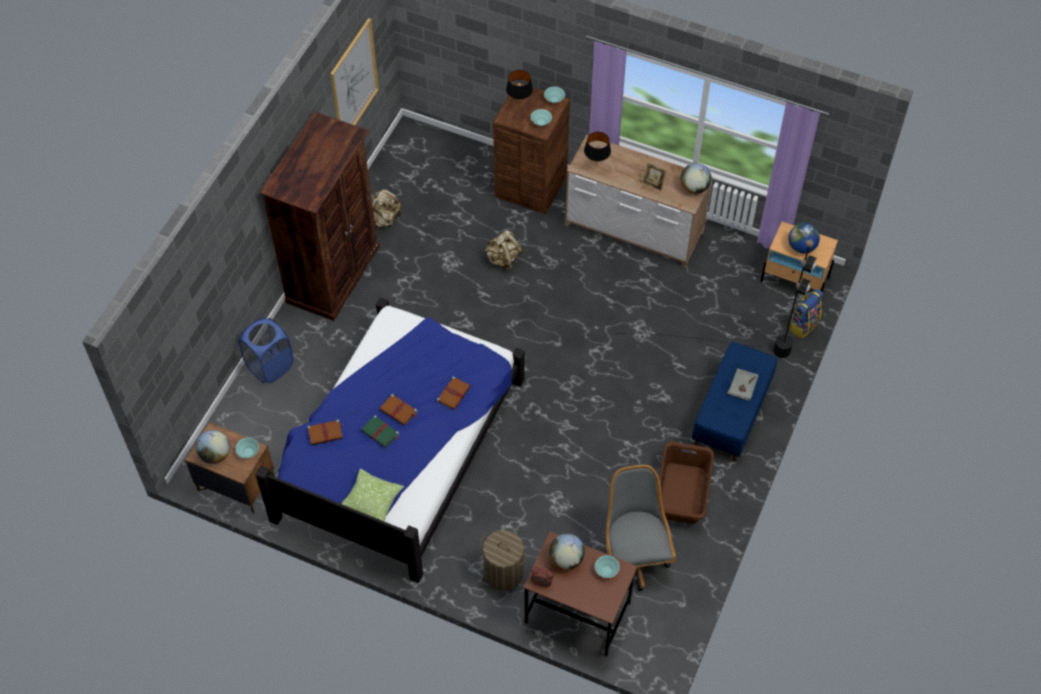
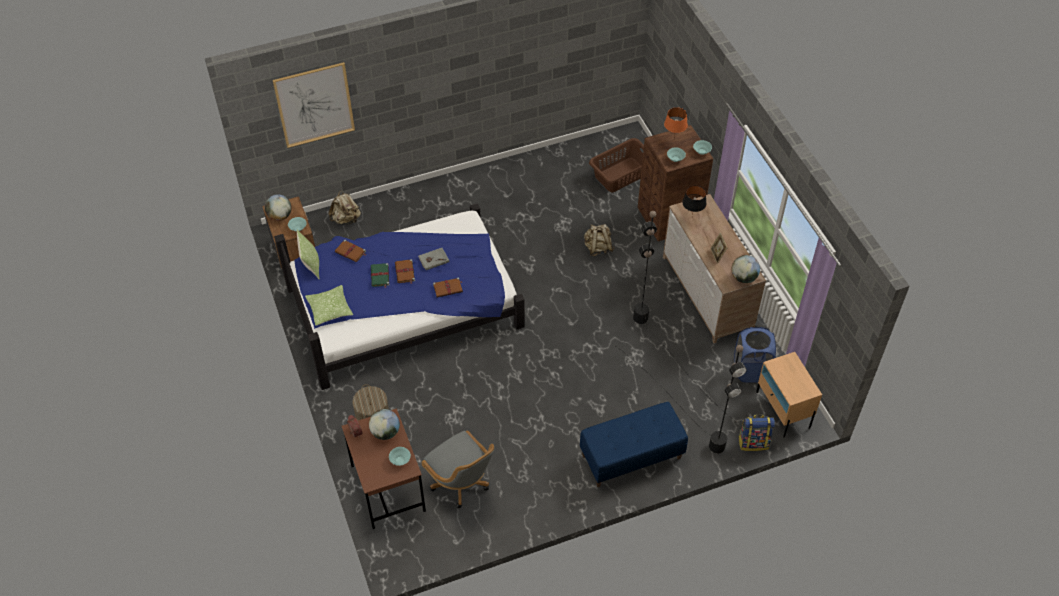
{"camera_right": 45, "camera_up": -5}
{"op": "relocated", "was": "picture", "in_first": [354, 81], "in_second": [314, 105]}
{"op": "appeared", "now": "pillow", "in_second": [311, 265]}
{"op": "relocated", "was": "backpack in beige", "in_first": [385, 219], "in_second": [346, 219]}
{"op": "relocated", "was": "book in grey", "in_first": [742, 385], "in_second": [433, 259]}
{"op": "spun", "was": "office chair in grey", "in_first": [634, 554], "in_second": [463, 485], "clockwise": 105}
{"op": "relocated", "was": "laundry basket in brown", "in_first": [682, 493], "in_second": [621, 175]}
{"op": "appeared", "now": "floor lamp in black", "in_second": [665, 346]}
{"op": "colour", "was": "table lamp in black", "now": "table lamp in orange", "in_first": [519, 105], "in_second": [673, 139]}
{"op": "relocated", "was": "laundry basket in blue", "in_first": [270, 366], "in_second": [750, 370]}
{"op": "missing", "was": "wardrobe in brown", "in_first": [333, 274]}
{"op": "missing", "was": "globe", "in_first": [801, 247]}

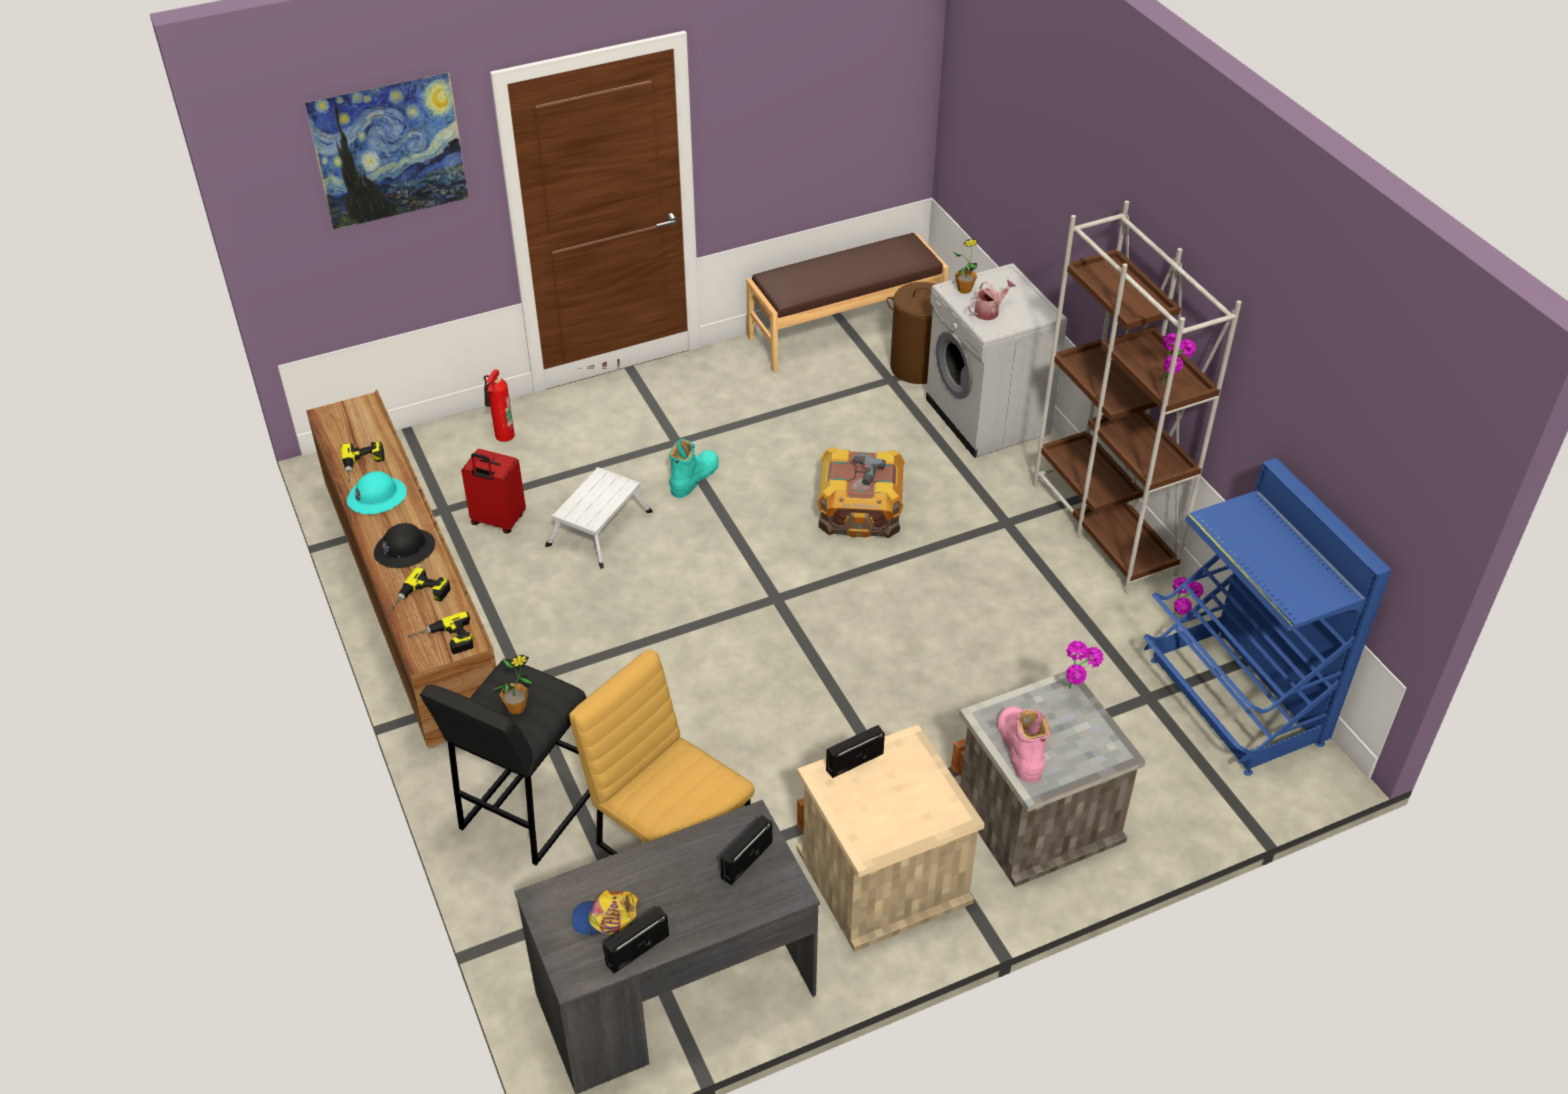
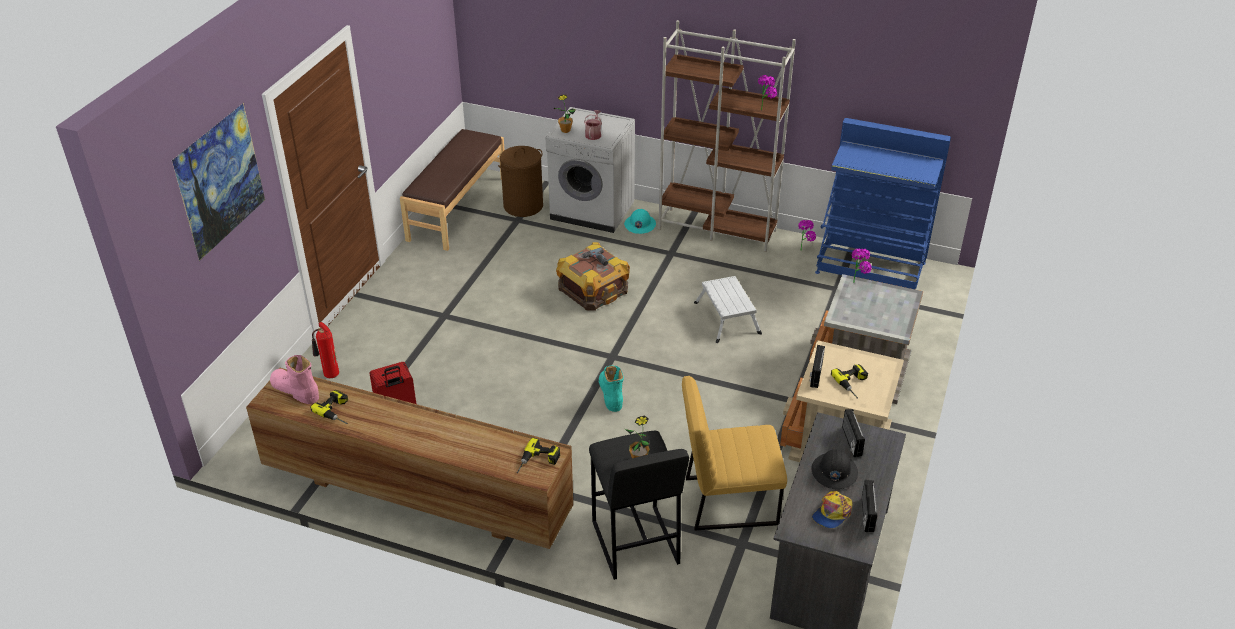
{"camera_right": -45, "camera_up": -5}
{"op": "relocated", "was": "boot in pink", "in_first": [1020, 749], "in_second": [295, 390]}
{"op": "relocated", "was": "boot in turquoise", "in_first": [694, 478], "in_second": [610, 394]}
{"op": "relocated", "was": "hard hat in turquoise", "in_first": [377, 497], "in_second": [639, 225]}
{"op": "relocated", "was": "step ladder in white", "in_first": [599, 528], "in_second": [727, 318]}
{"op": "relocated", "was": "hard hat in black", "in_first": [404, 549], "in_second": [834, 472]}
{"op": "relocated", "was": "power drill", "in_first": [420, 598], "in_second": [854, 384]}

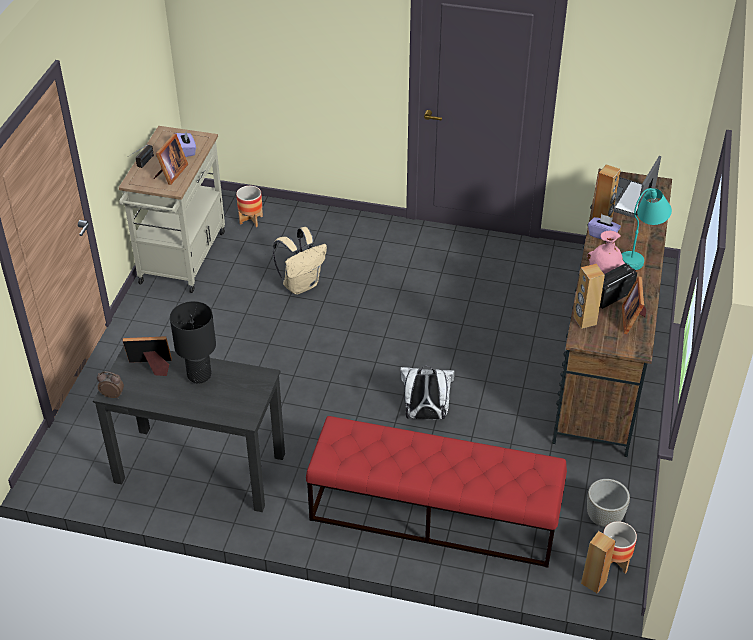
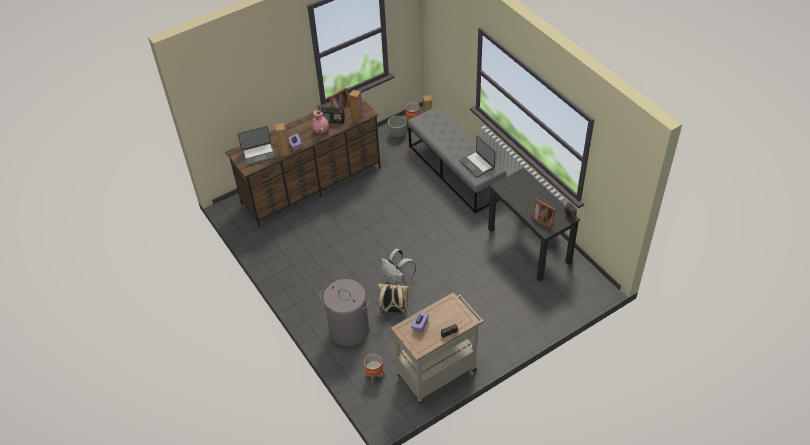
{"camera_right": -135, "camera_up": 5}
{"op": "appeared", "now": "laundry basket in grey", "in_second": [349, 330]}
{"op": "relocated", "was": "backpack in white", "in_first": [425, 415], "in_second": [398, 282]}
{"op": "colour", "was": "bench in red", "now": "bench in grey", "in_first": [433, 514], "in_second": [455, 171]}
{"op": "appeared", "now": "laptop", "in_second": [477, 164]}
{"op": "missing", "was": "picture frame", "in_first": [170, 174]}
{"op": "missing", "was": "table lamp in black", "in_first": [199, 377]}
{"op": "missing", "was": "table lamp in turquoise", "in_first": [641, 254]}

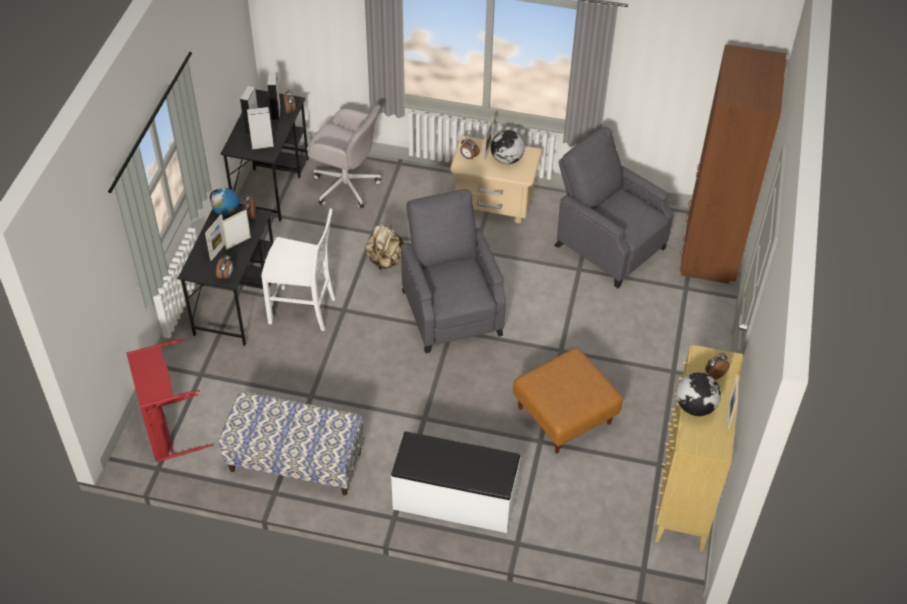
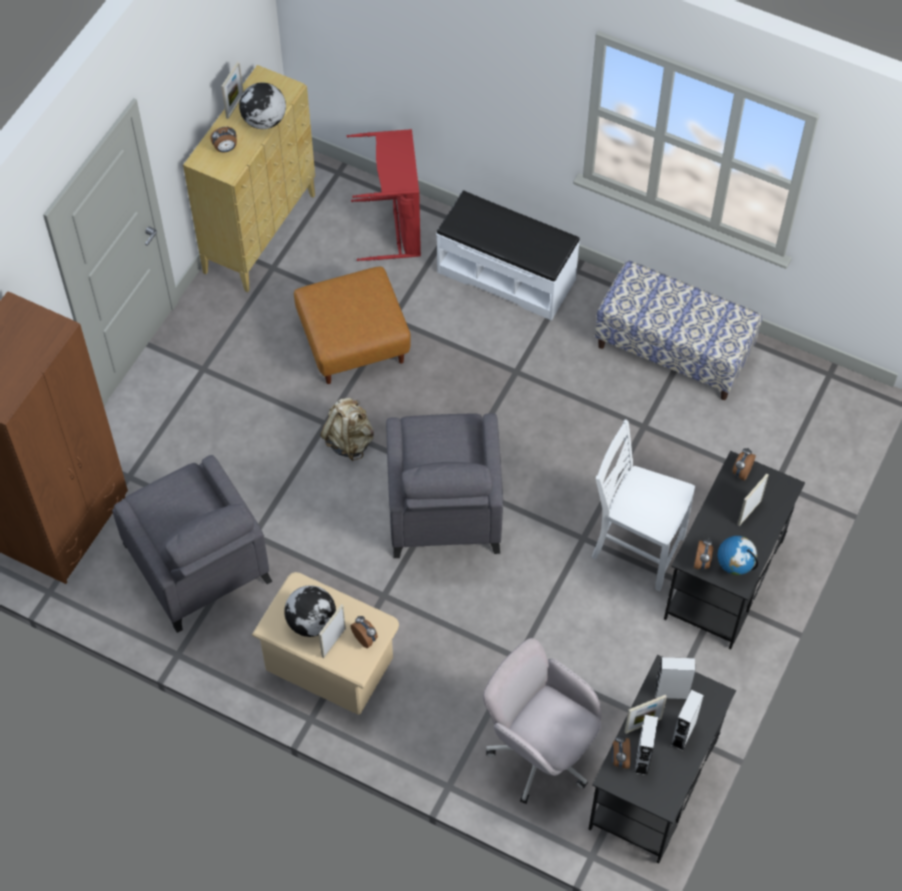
{"camera_right": -165, "camera_up": 10}
{"op": "relocated", "was": "backpack in beige", "in_first": [385, 261], "in_second": [349, 440]}
{"op": "relocated", "was": "laundry basket in red", "in_first": [168, 430], "in_second": [396, 228]}
{"op": "relocated", "was": "picture frame", "in_first": [238, 243], "in_second": [643, 725]}

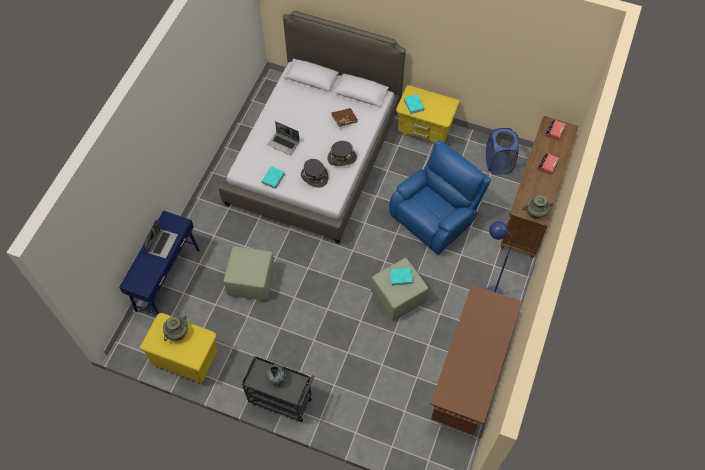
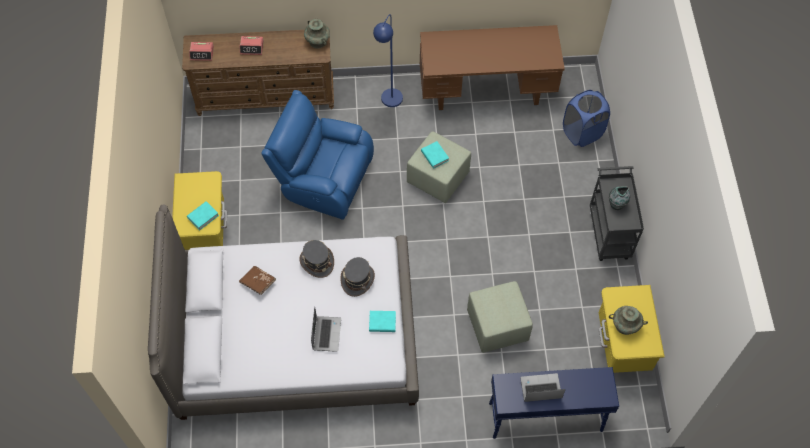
{"camera_right": -115, "camera_up": 0}
{"op": "relocated", "was": "laundry basket in blue", "in_first": [498, 163], "in_second": [582, 133]}

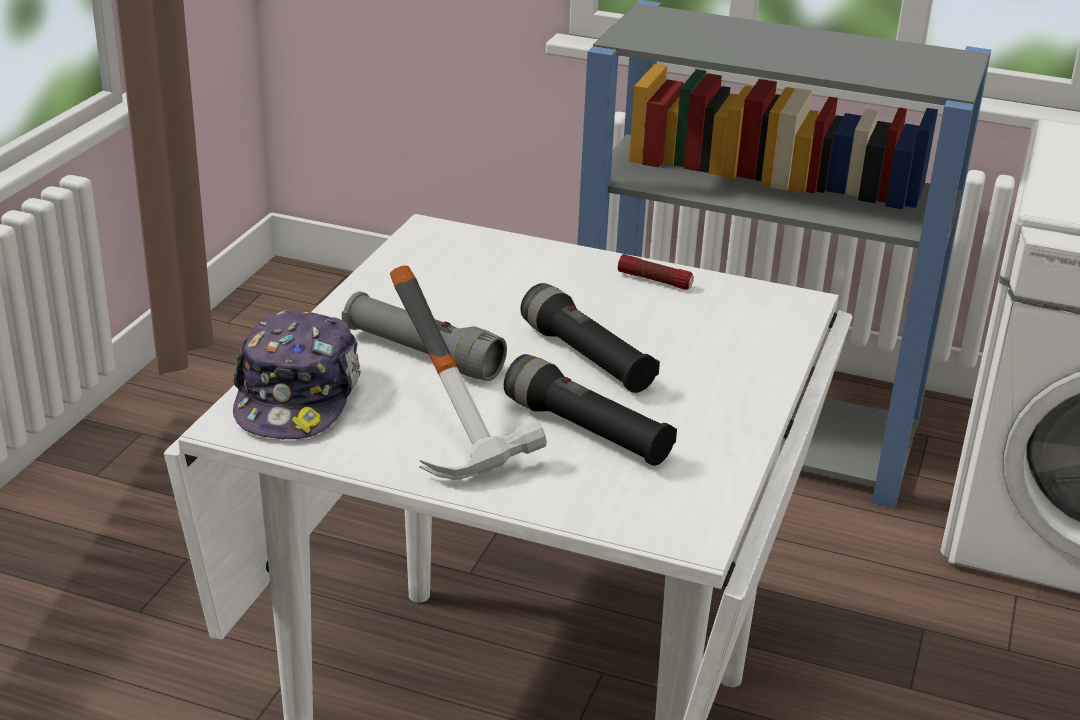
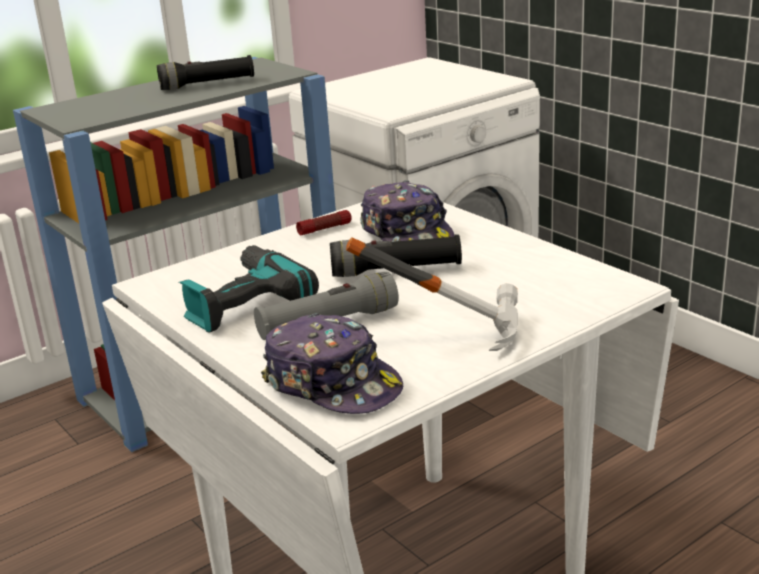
{"camera_right": -55, "camera_up": -5}
{"op": "relocated", "was": "flashlight in black", "in_first": [586, 431], "in_second": [207, 84]}
{"op": "appeared", "now": "power drill", "in_second": [242, 302]}
{"op": "appeared", "now": "cap", "in_second": [407, 234]}

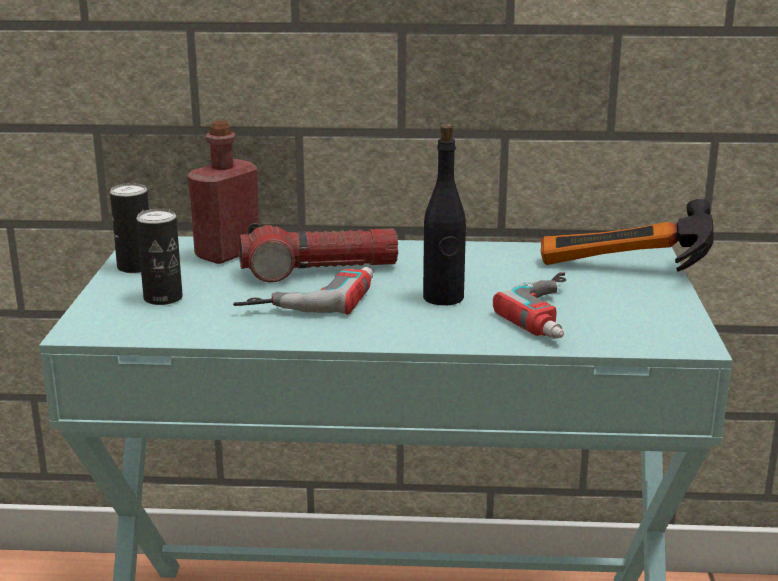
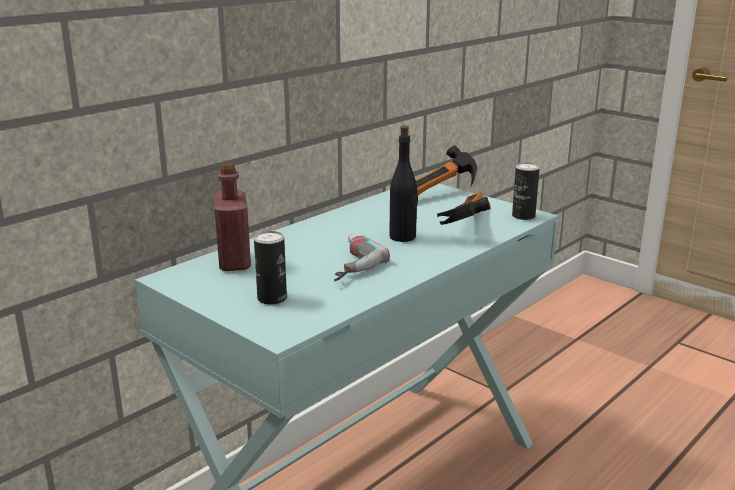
{"camera_right": -50, "camera_up": 0}
{"op": "exchanged", "was": "power drill", "now": "hammer", "in_first": [558, 314], "in_second": [463, 224]}
{"op": "relocated", "was": "can", "in_first": [135, 267], "in_second": [523, 216]}
{"op": "missing", "was": "flashlight", "in_first": [319, 271]}

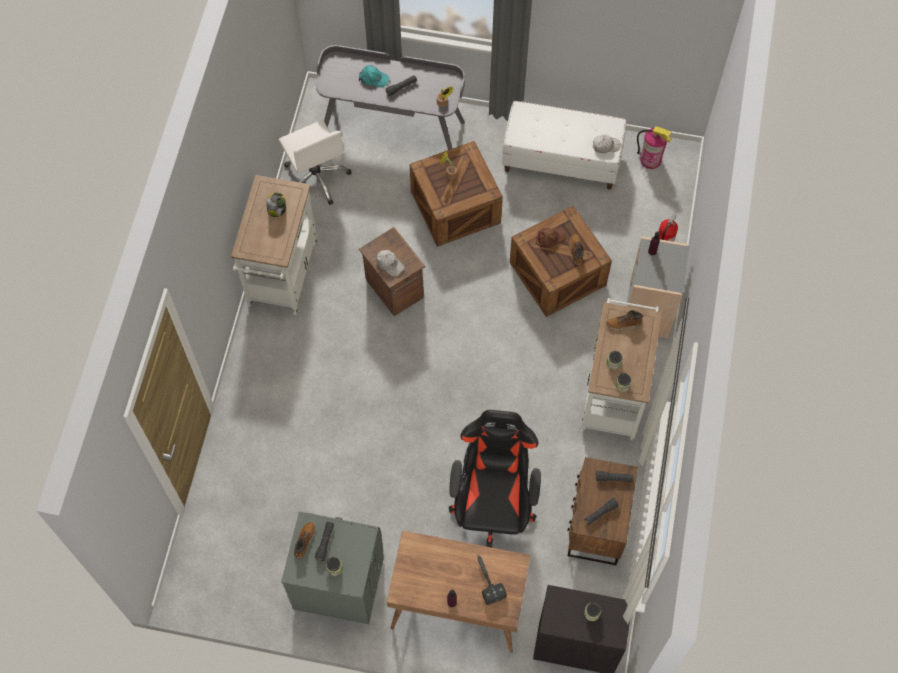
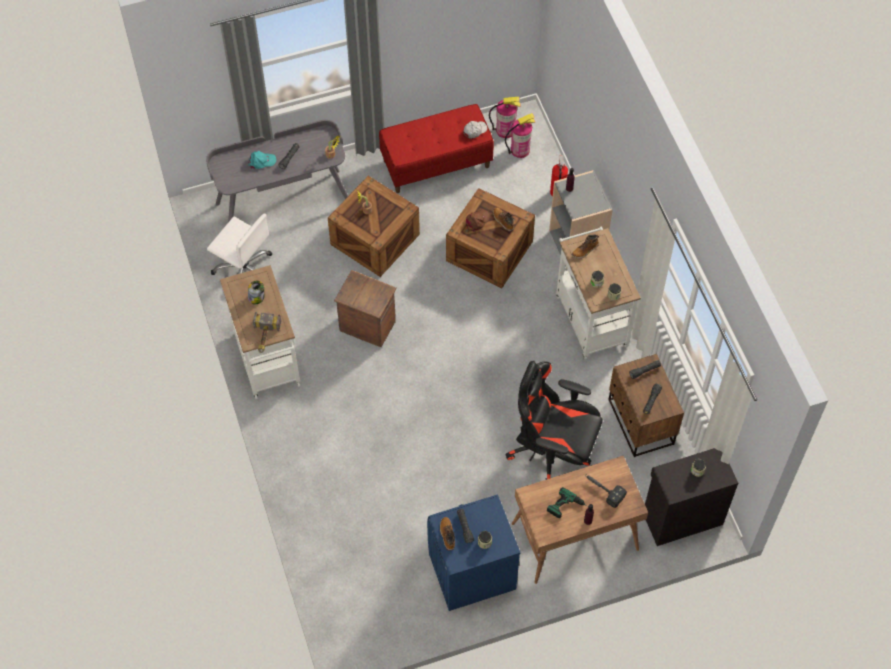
{"camera_right": -30, "camera_up": -5}
{"op": "appeared", "now": "hammer", "in_second": [265, 337]}
{"op": "colour", "was": "bench in white", "now": "bench in red", "in_first": [561, 160], "in_second": [436, 163]}
{"op": "colour", "was": "washing machine in grey", "now": "washing machine in blue", "in_first": [338, 583], "in_second": [471, 572]}
{"op": "appeared", "now": "fire extinguisher", "in_second": [520, 150]}
{"op": "spun", "was": "office chair in black", "in_first": [492, 508], "in_second": [554, 452], "clockwise": -45}
{"op": "appeared", "now": "power drill", "in_second": [569, 508]}
{"op": "missing", "was": "cap in white", "in_first": [389, 264]}

